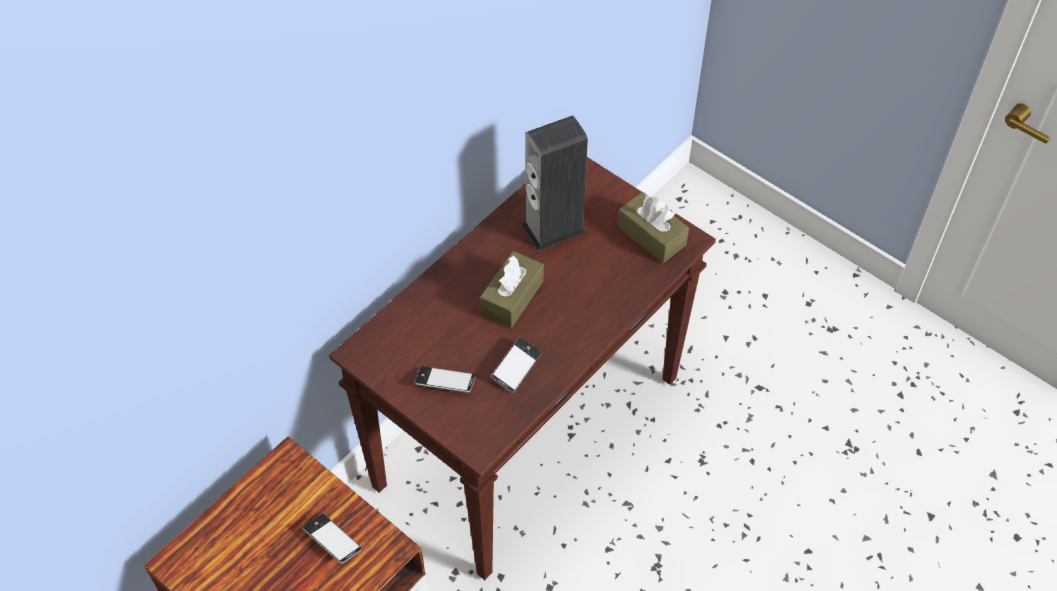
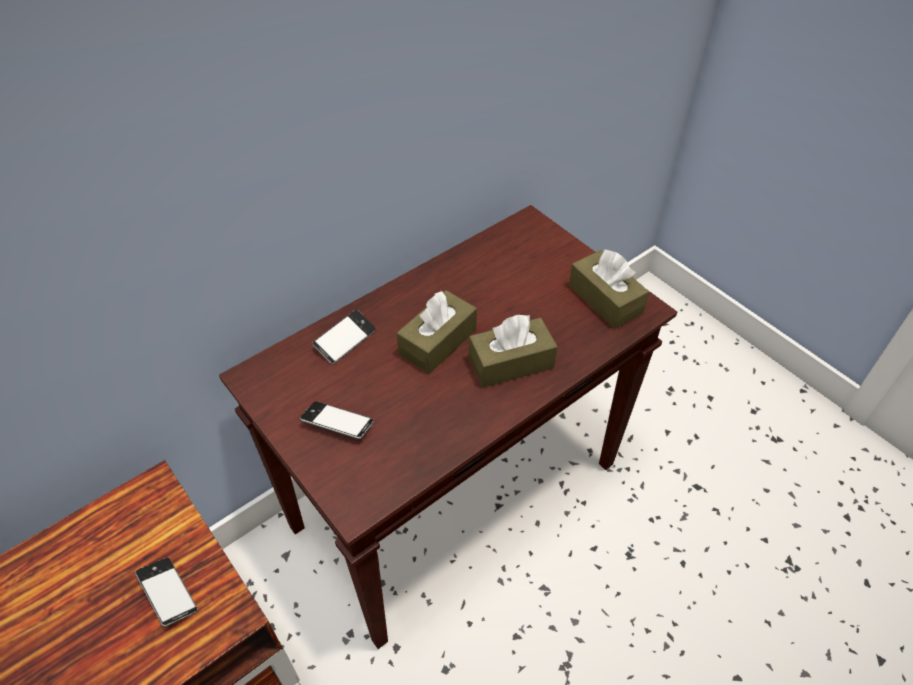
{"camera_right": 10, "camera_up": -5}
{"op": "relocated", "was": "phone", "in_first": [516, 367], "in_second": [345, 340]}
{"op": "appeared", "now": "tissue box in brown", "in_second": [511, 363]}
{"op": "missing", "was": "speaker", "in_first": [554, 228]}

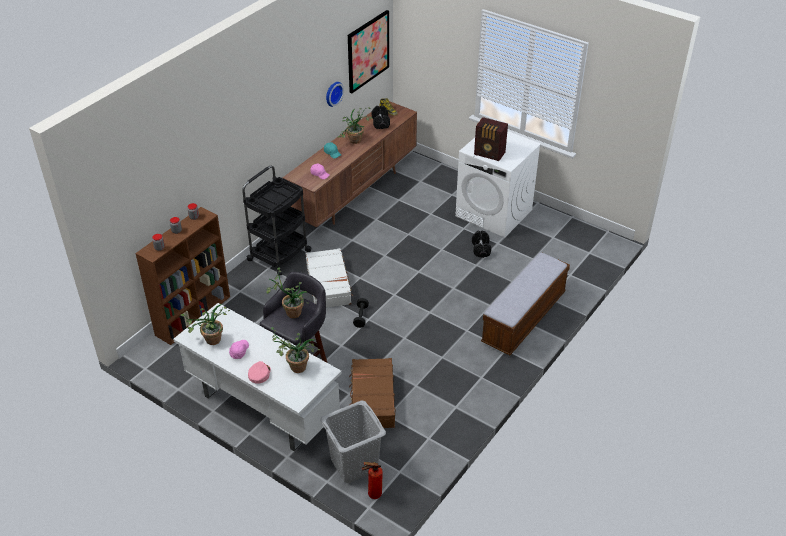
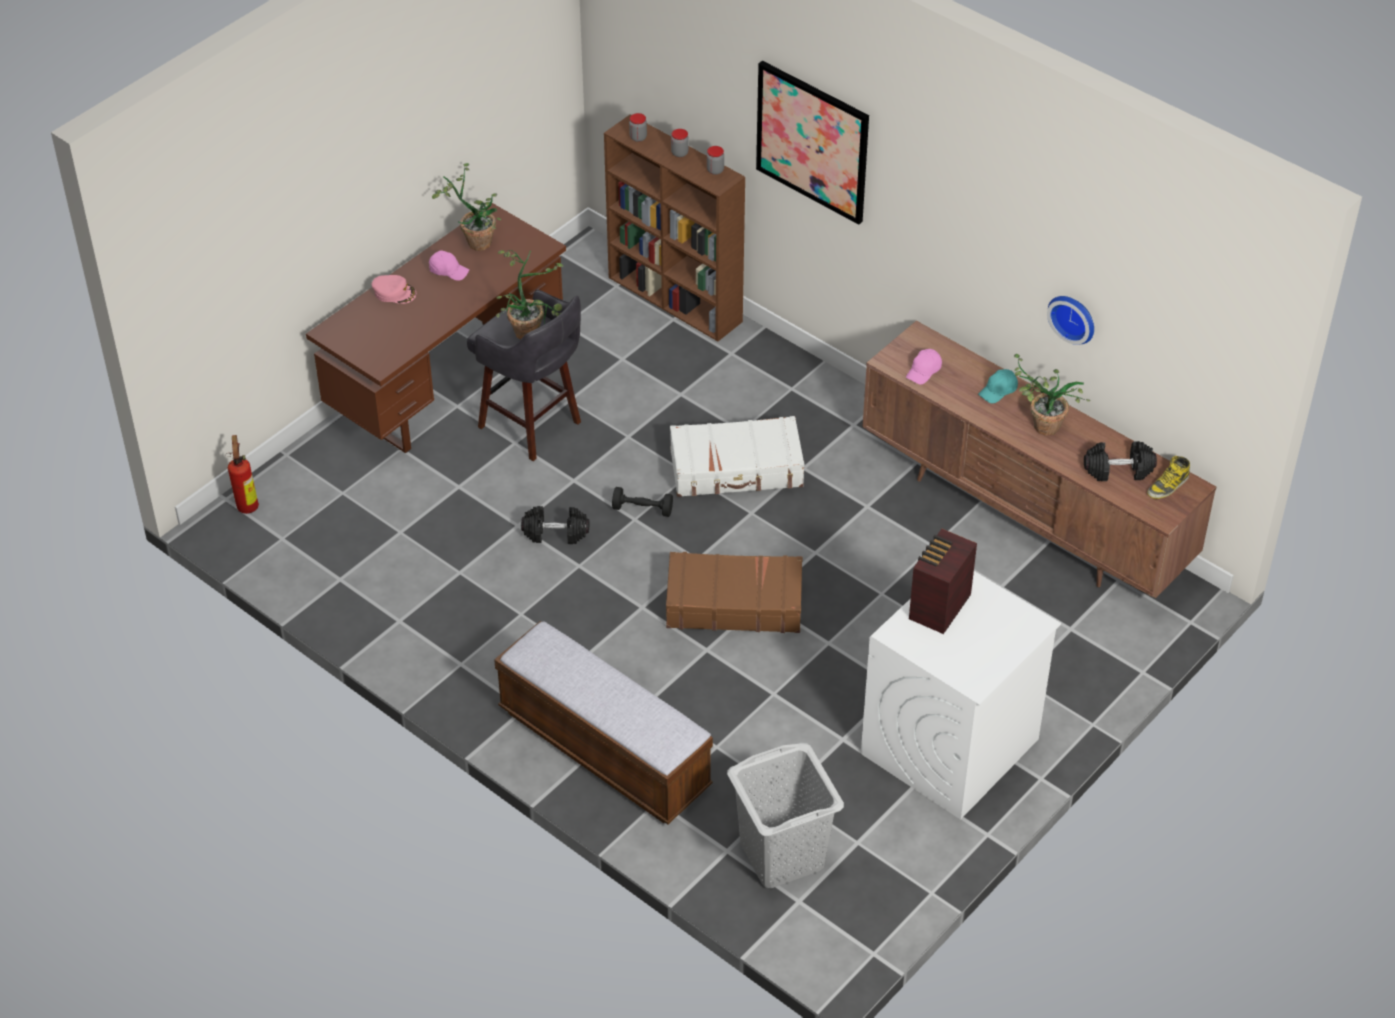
{"camera_right": 95, "camera_up": 5}
{"op": "colour", "was": "desk in white", "now": "desk in brown", "in_first": [262, 409], "in_second": [447, 384]}
{"op": "relocated", "was": "dumbbell in black", "in_first": [480, 249], "in_second": [556, 533]}
{"op": "relocated", "was": "suitcase in brown", "in_first": [372, 399], "in_second": [734, 603]}
{"op": "relocated", "was": "laundry basket in grey", "in_first": [354, 464], "in_second": [782, 855]}
{"op": "relocated", "was": "picture", "in_first": [368, 51], "in_second": [812, 141]}
{"op": "missing", "was": "cart in black", "in_first": [279, 255]}
{"op": "missing", "was": "potted plant", "in_first": [294, 367]}

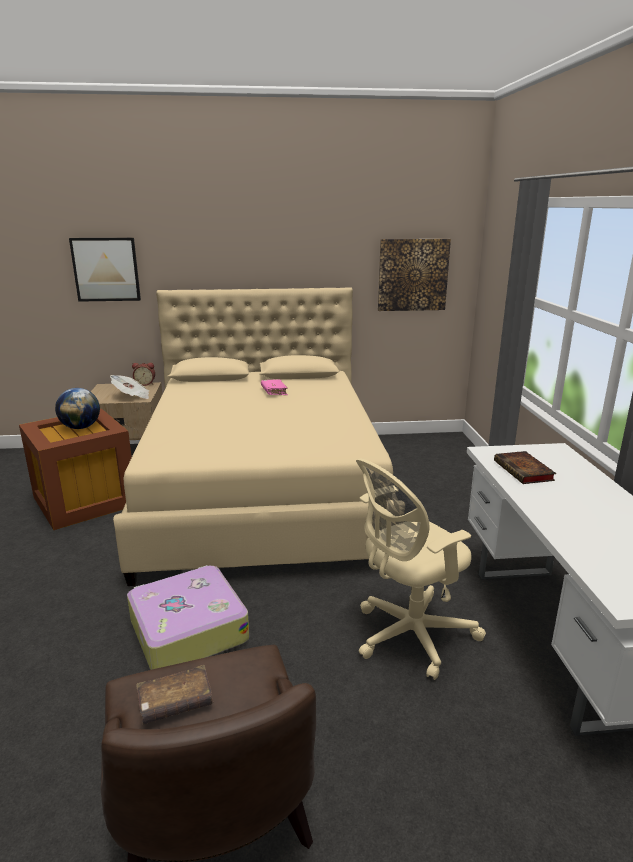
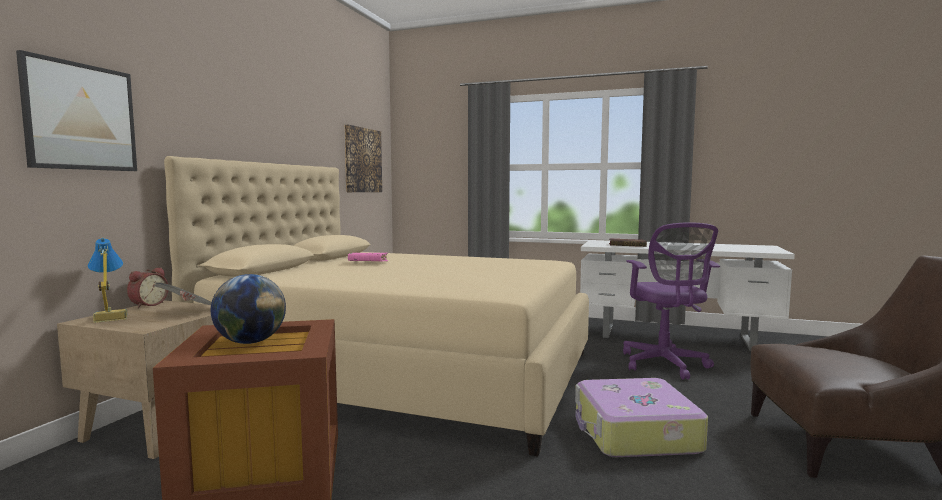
{"camera_right": -65, "camera_up": -15}
{"op": "appeared", "now": "table lamp", "in_second": [109, 318]}
{"op": "colour", "was": "office chair in beige", "now": "office chair in purple", "in_first": [409, 636], "in_second": [665, 365]}
{"op": "missing", "was": "book in brown", "in_first": [175, 703]}

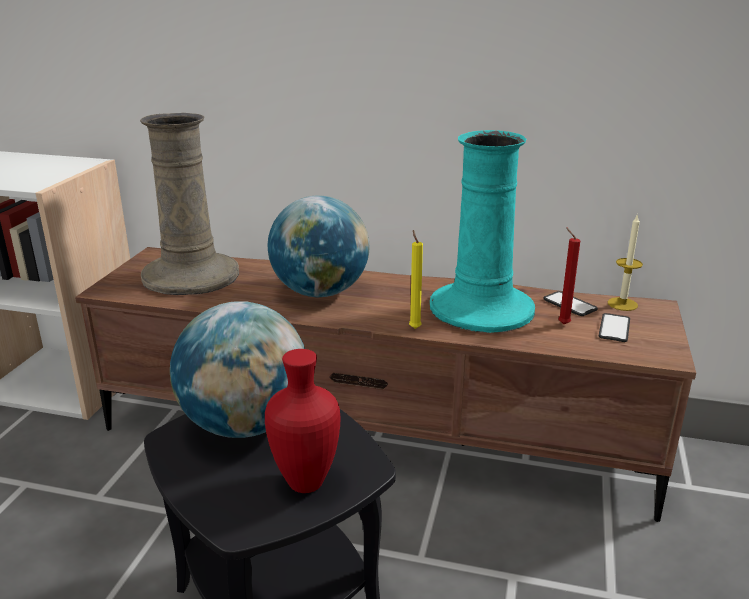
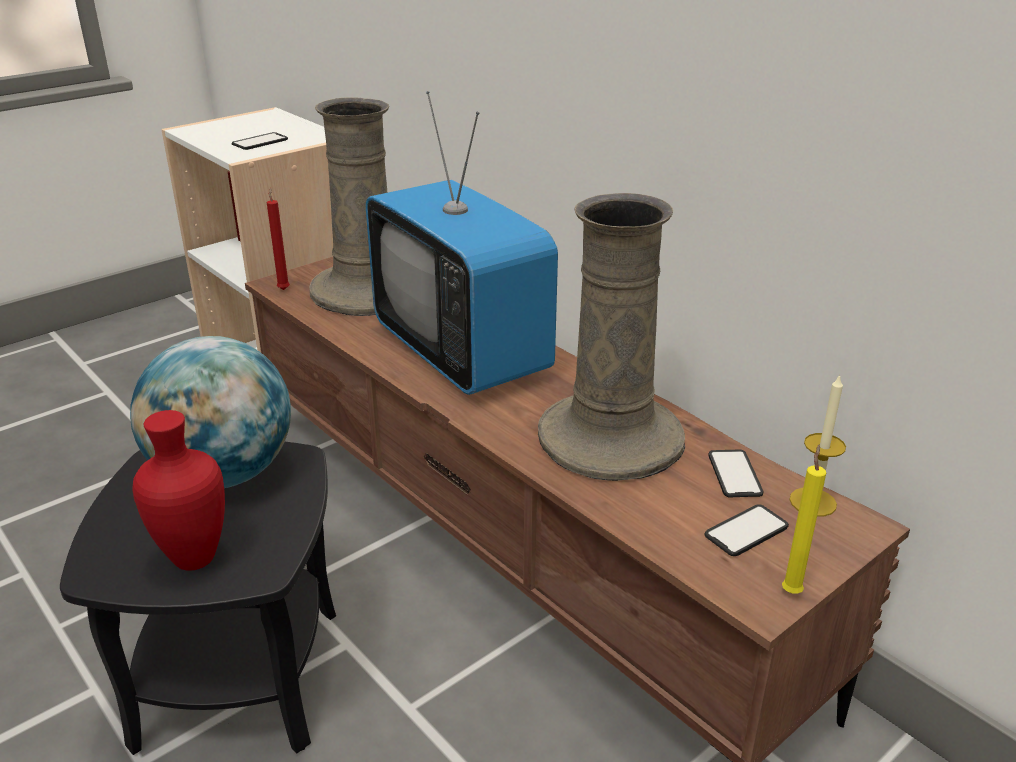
{"camera_right": 35, "camera_up": 5}
{"op": "appeared", "now": "phone", "in_second": [260, 142]}
{"op": "relocated", "was": "candle in red", "in_first": [562, 323], "in_second": [284, 289]}
{"op": "exchanged", "was": "globe", "now": "television", "in_first": [320, 292], "in_second": [461, 352]}
{"op": "colour", "was": "vase in turquoise", "now": "vase in beige", "in_first": [482, 309], "in_second": [611, 438]}
{"op": "relocated", "was": "candle in yellow", "in_first": [414, 327], "in_second": [791, 590]}

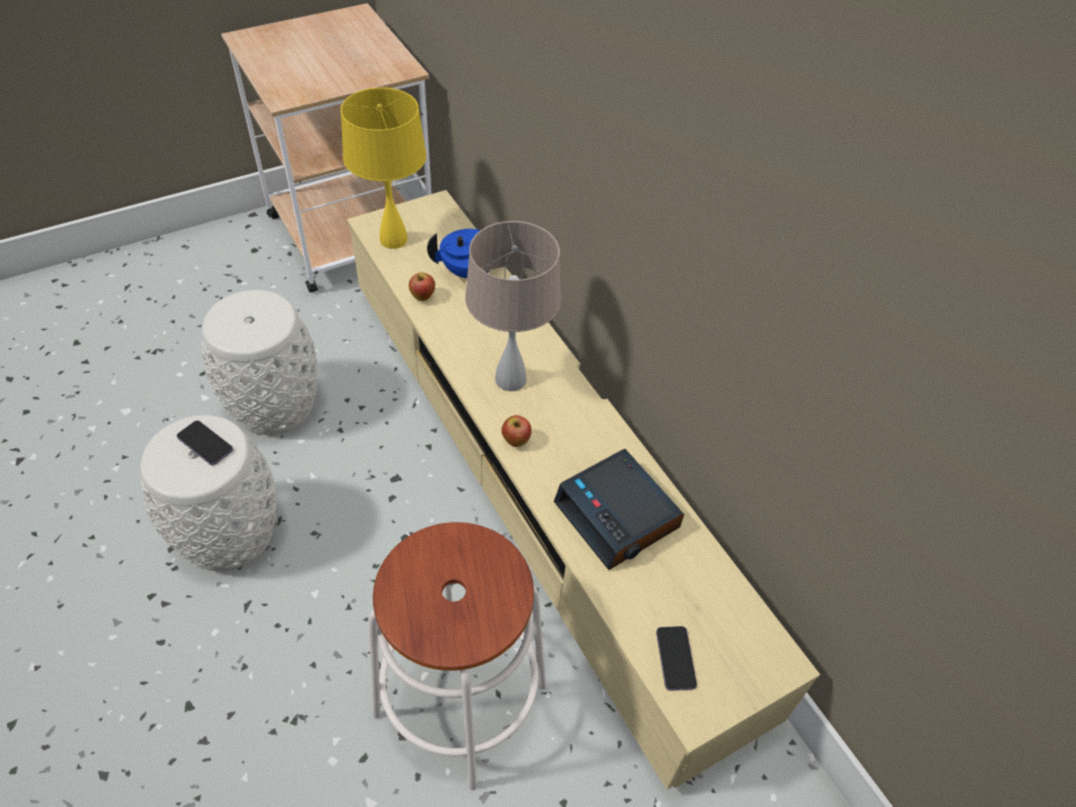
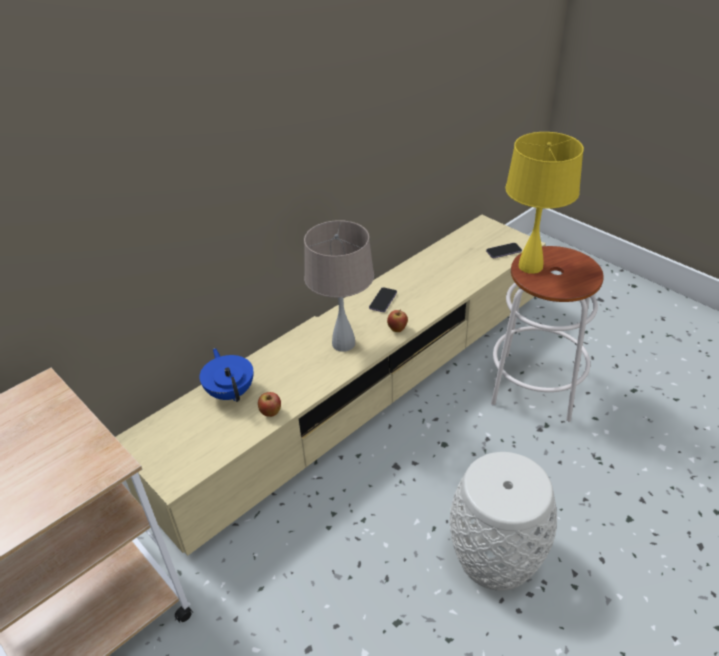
{"camera_right": -100, "camera_up": -10}
{"op": "relocated", "was": "phone", "in_first": [205, 444], "in_second": [383, 301]}
{"op": "relocated", "was": "table lamp in yellow", "in_first": [393, 239], "in_second": [530, 266]}
{"op": "missing", "was": "stool in white", "in_first": [274, 405]}
{"op": "missing", "was": "alarm clock", "in_first": [618, 516]}

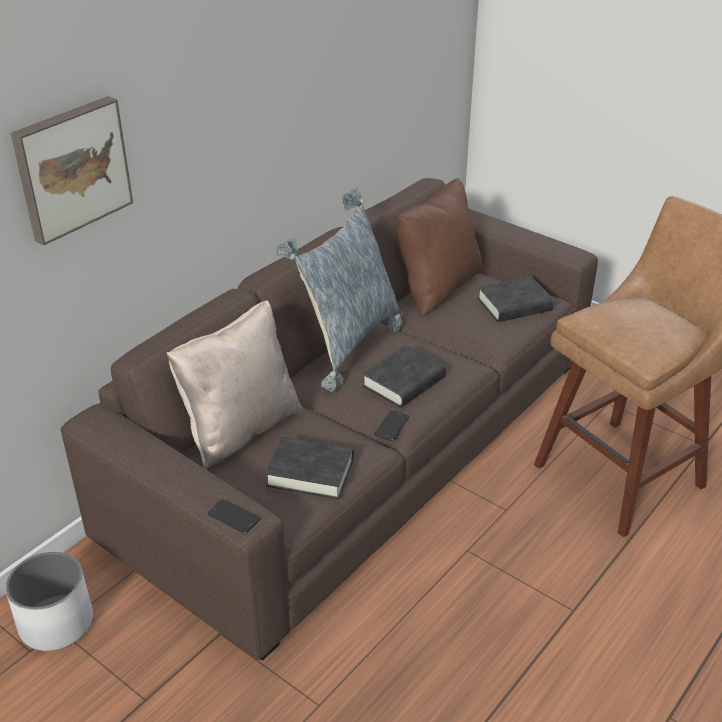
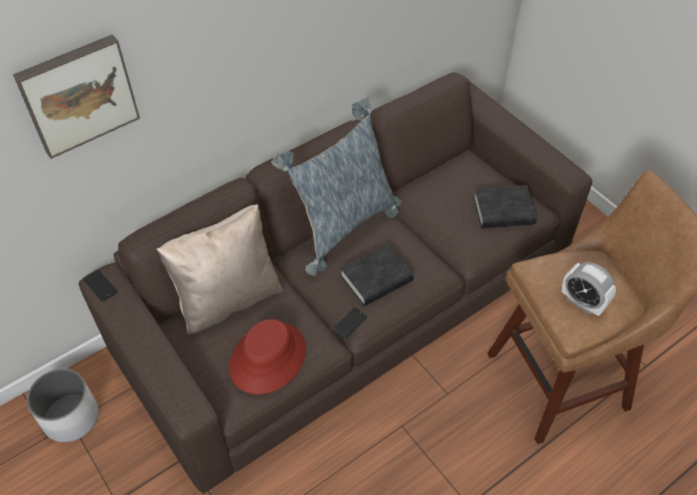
{"camera_right": 15, "camera_up": 15}
{"op": "relocated", "was": "phone", "in_first": [233, 517], "in_second": [100, 286]}
{"op": "exchanged", "was": "book in black", "now": "hat in red", "in_first": [310, 472], "in_second": [267, 358]}
{"op": "appeared", "now": "alarm clock", "in_second": [582, 302]}
{"op": "missing", "was": "pillow in brown", "in_first": [437, 287]}

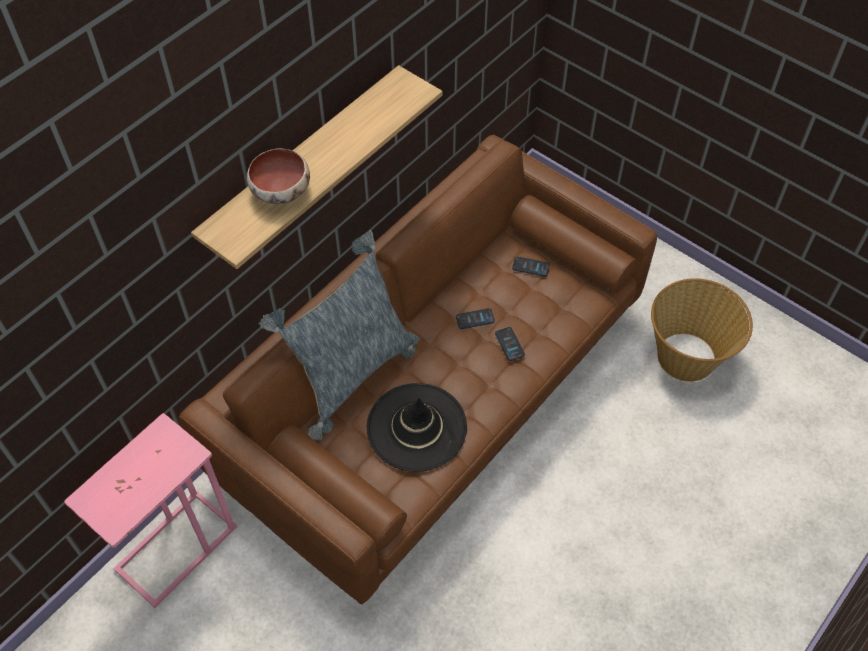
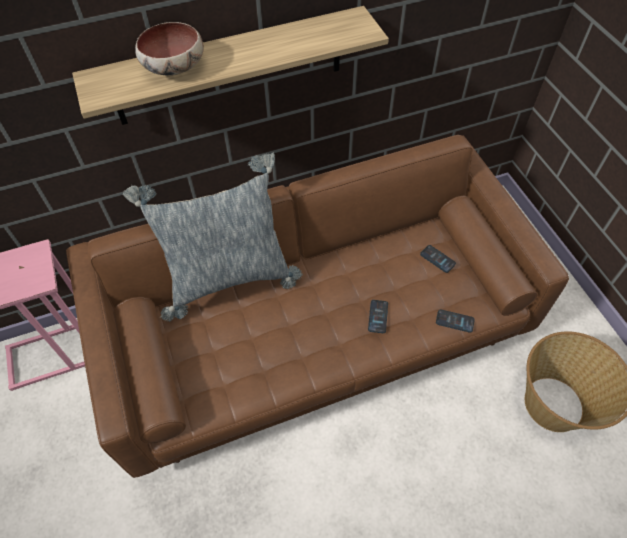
{"camera_right": 30, "camera_up": 0}
{"op": "relocated", "was": "phone", "in_first": [475, 319], "in_second": [454, 321]}
{"op": "missing", "was": "hat in black", "in_first": [416, 427]}

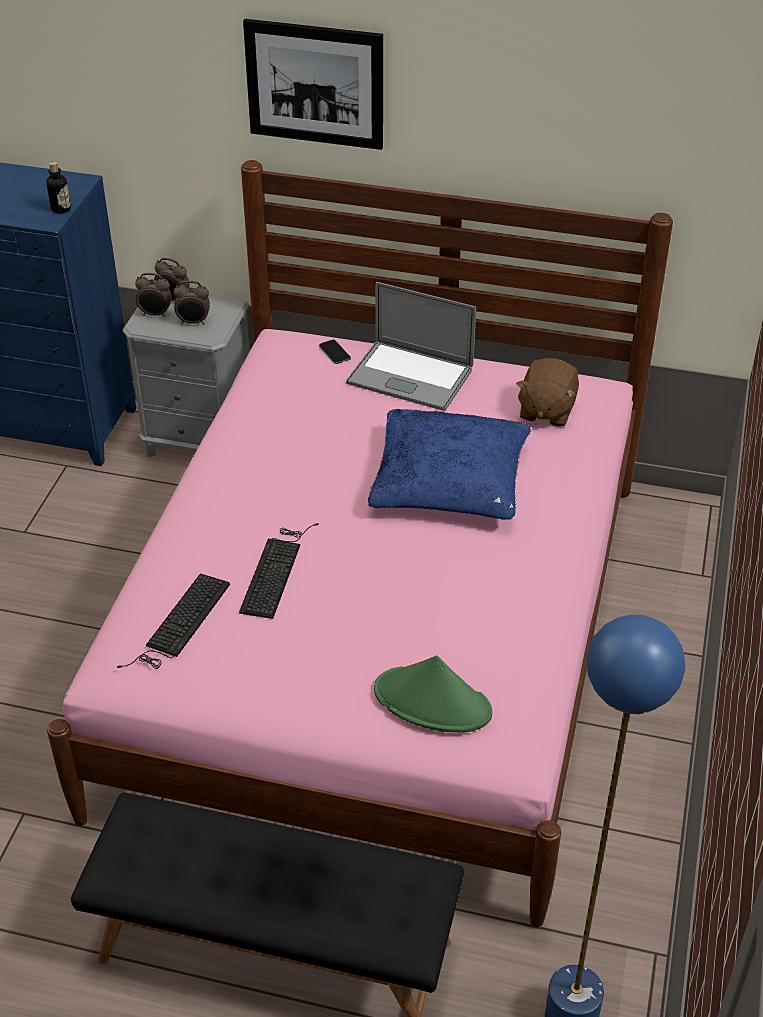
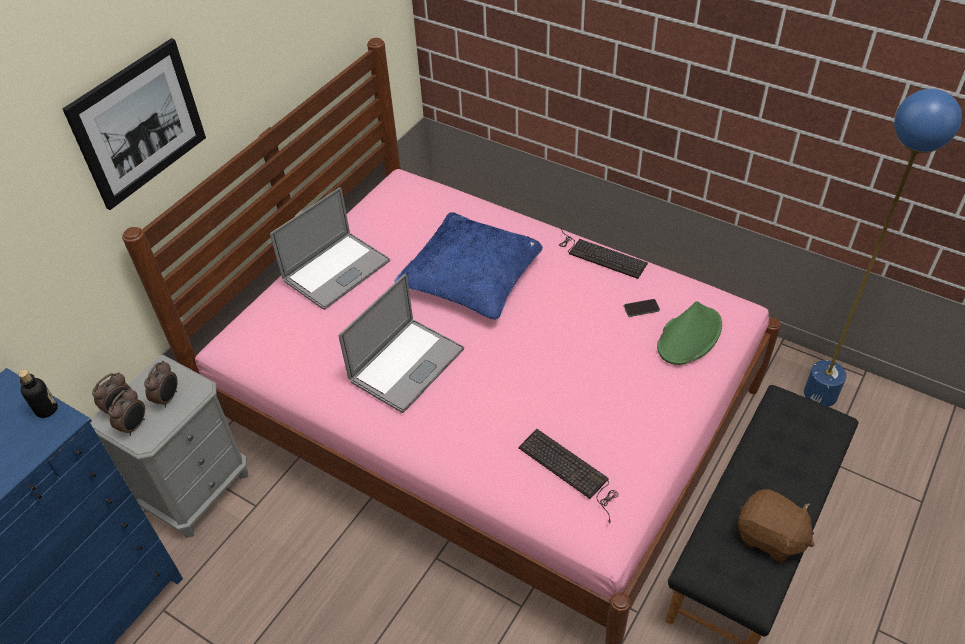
{"camera_right": -70, "camera_up": 5}
{"op": "appeared", "now": "laptop", "in_second": [407, 365]}
{"op": "relocated", "was": "keyboard", "in_first": [276, 569], "in_second": [599, 255]}
{"op": "relocated", "was": "phone", "in_first": [334, 352], "in_second": [641, 308]}
{"op": "relocated", "was": "plush toy in brown", "in_first": [546, 410], "in_second": [770, 537]}

